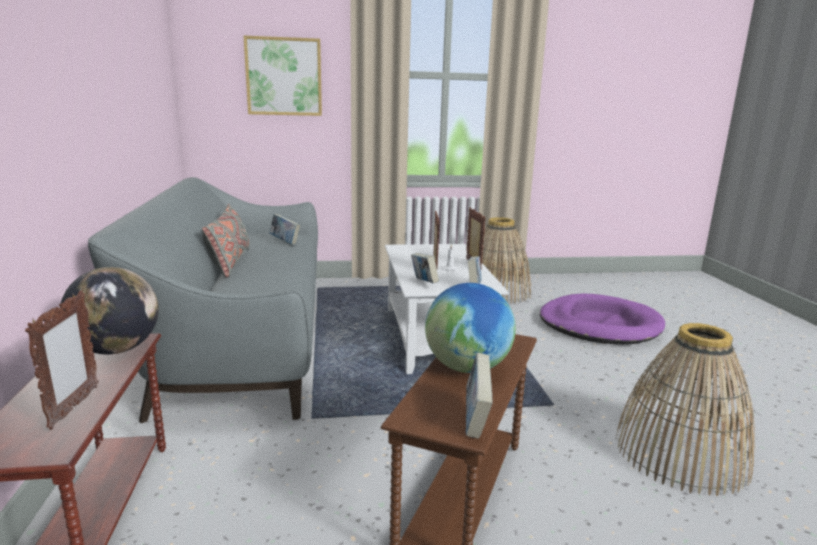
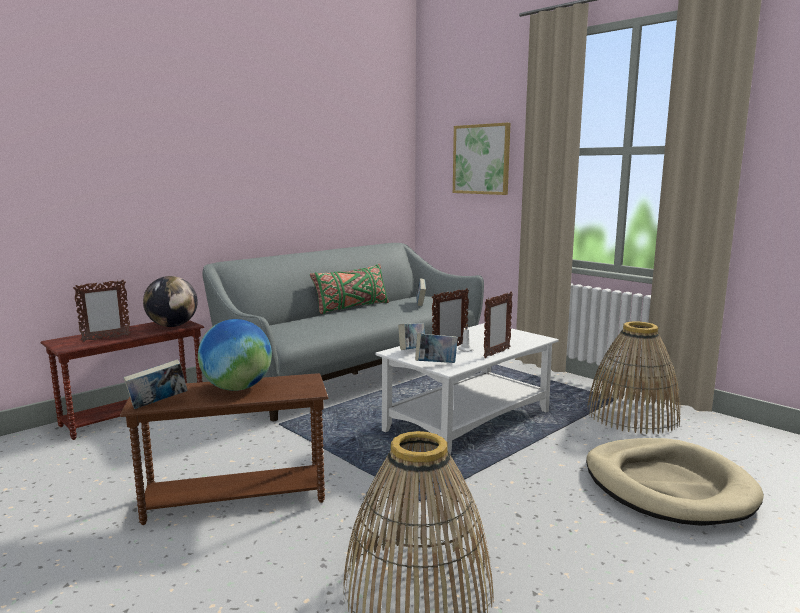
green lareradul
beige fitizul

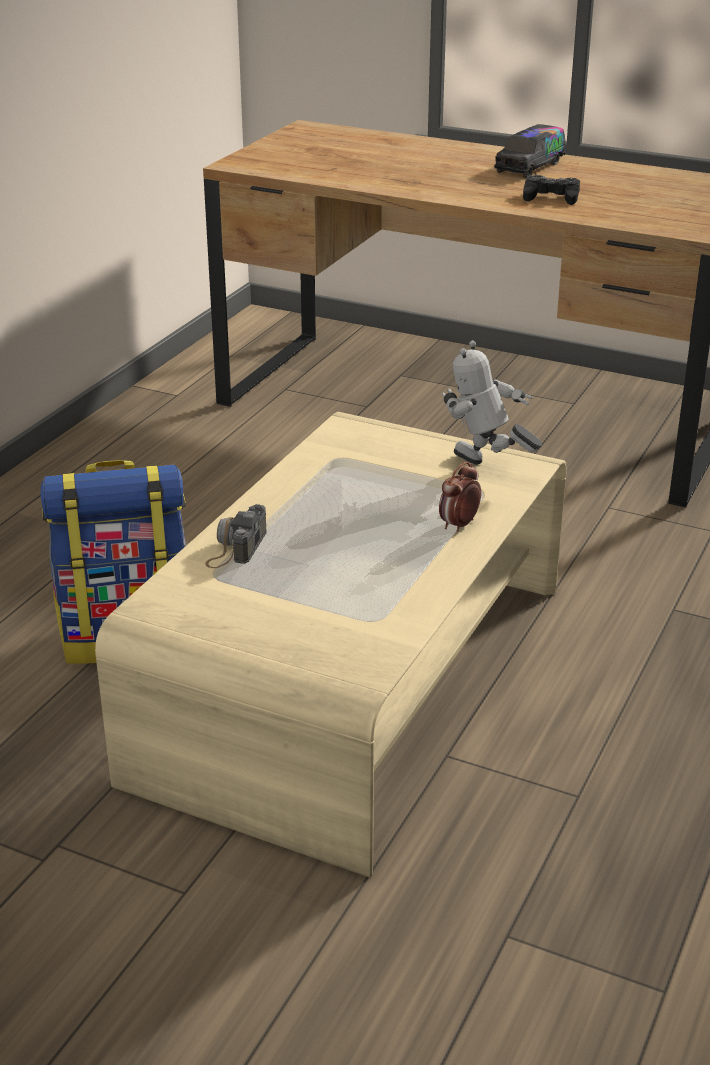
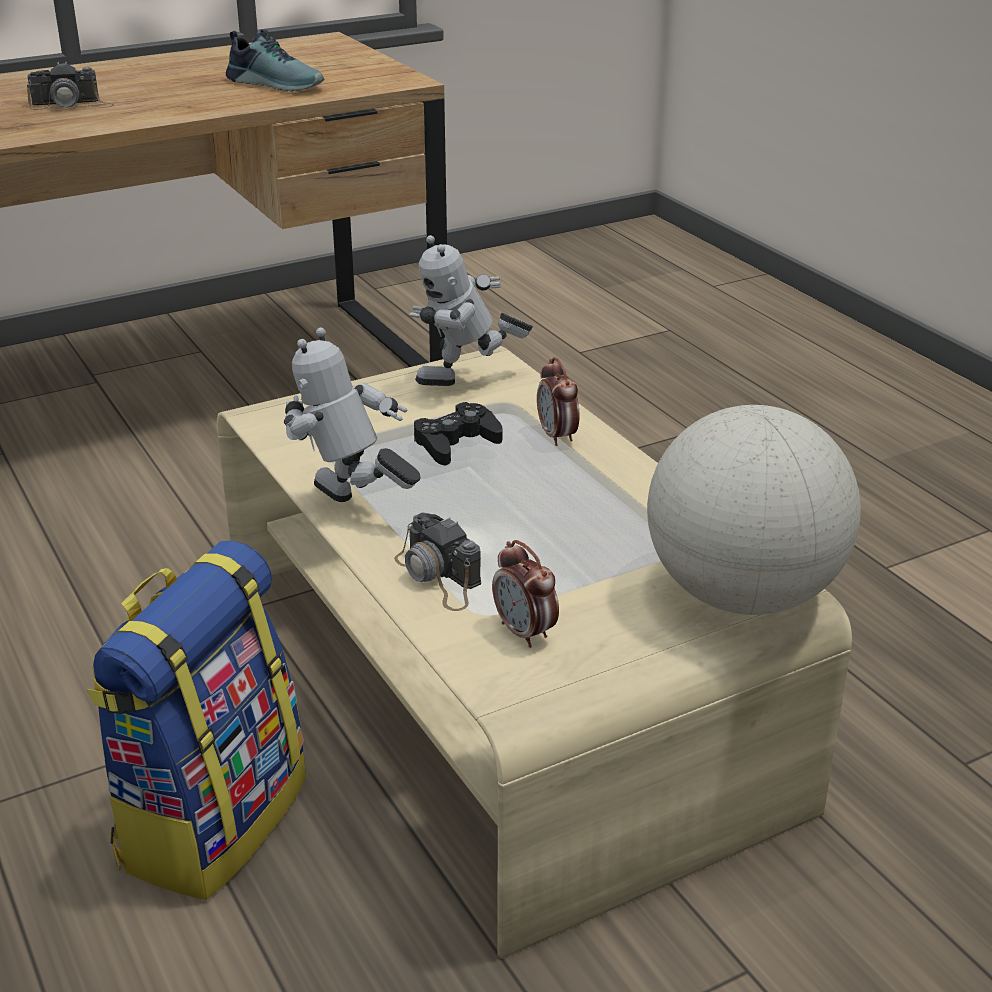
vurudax
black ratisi
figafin (no. 1 from left)
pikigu
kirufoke (no. 1 from left)
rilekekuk (no. 1 from left)
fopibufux

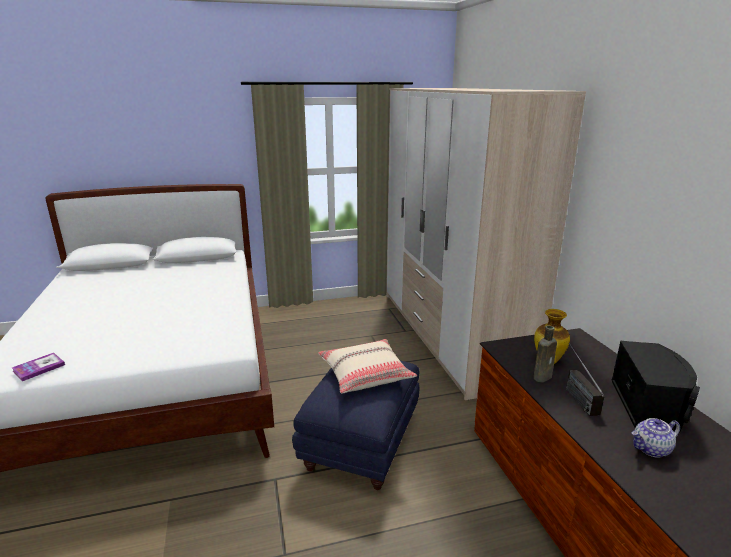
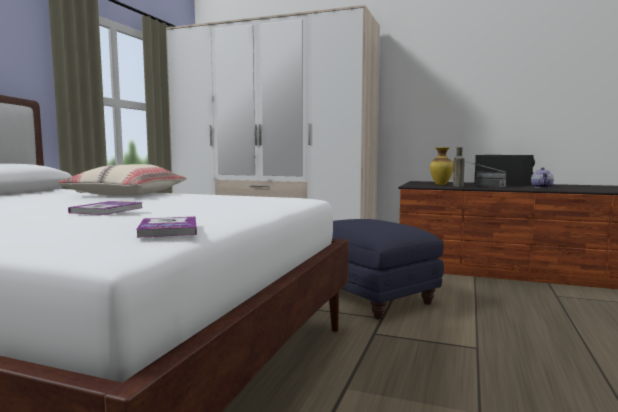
beige lareradul
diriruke (no. 1 from left)

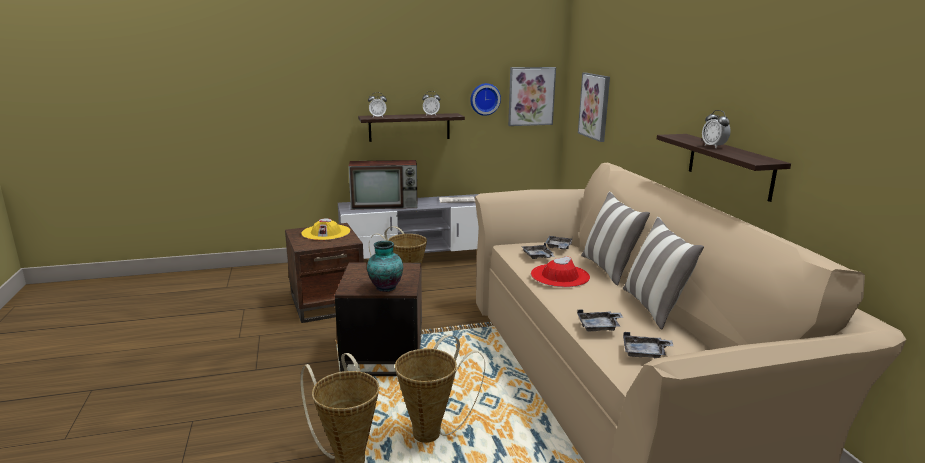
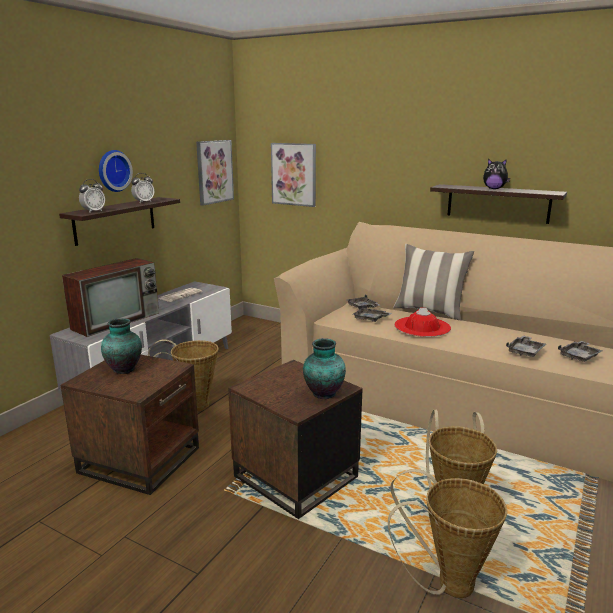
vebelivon (no. 1 from left)
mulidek
lareradul (no. 2 from left in the first image)
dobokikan

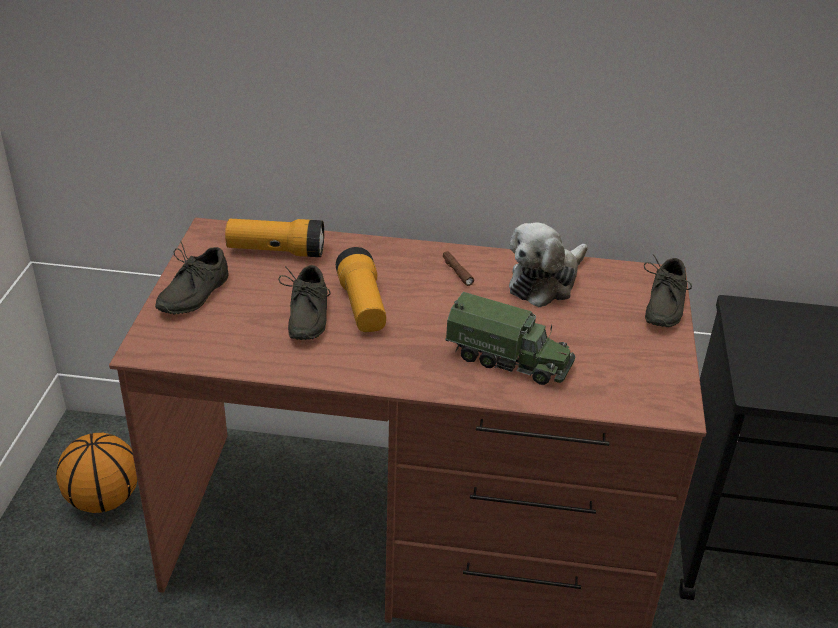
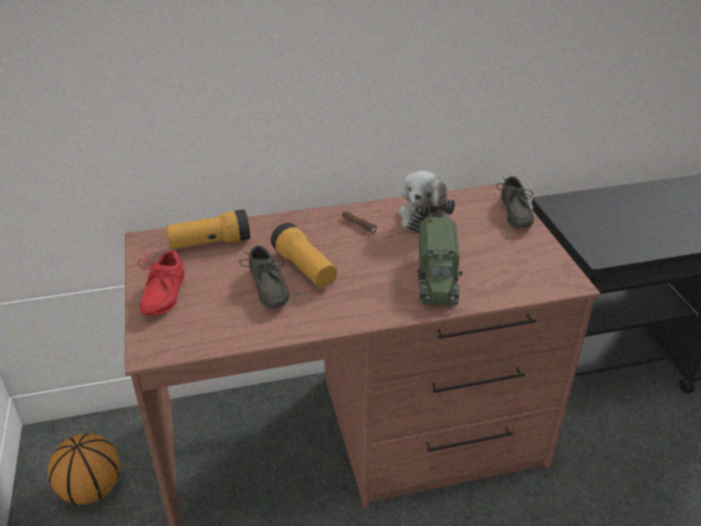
red pikigu
vurudax

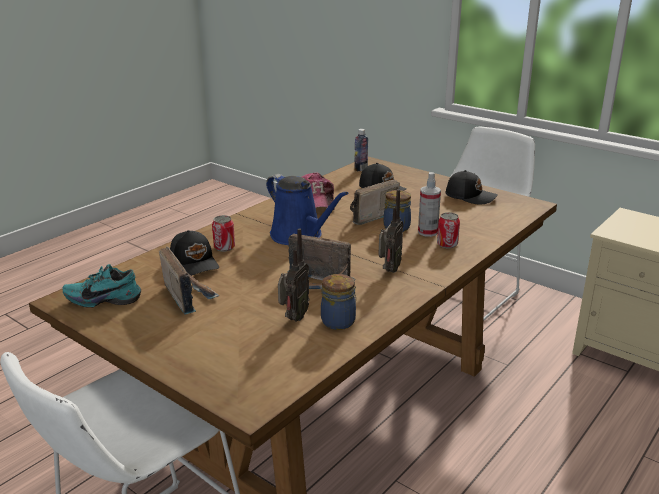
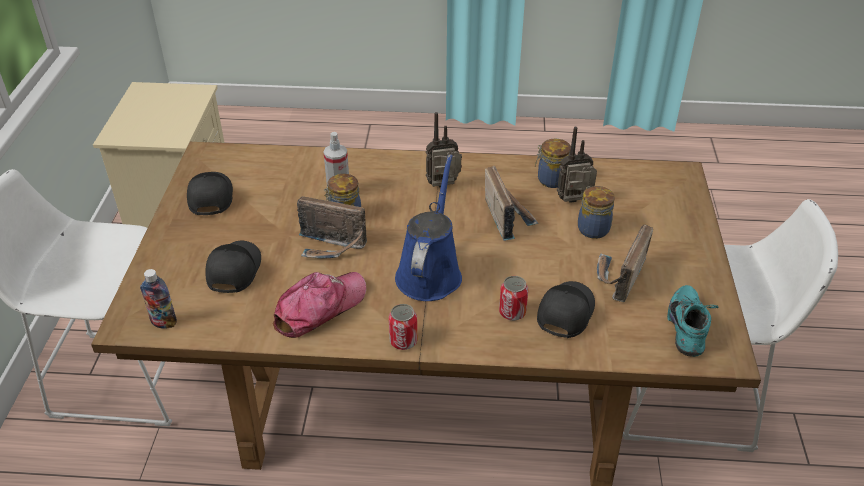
turquoise pikigu
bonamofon (no. 1 from left)
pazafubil (no. 3 from left)

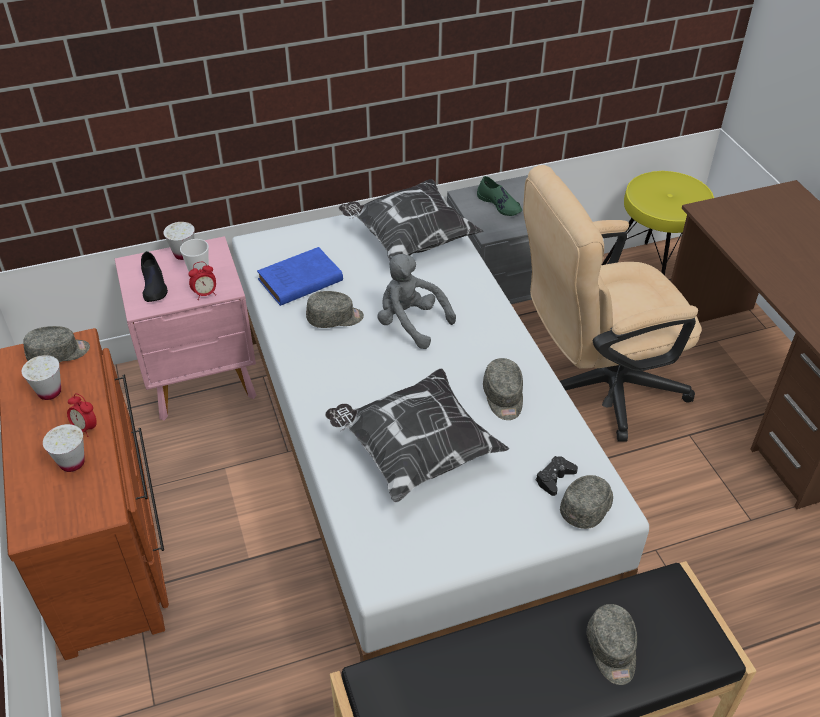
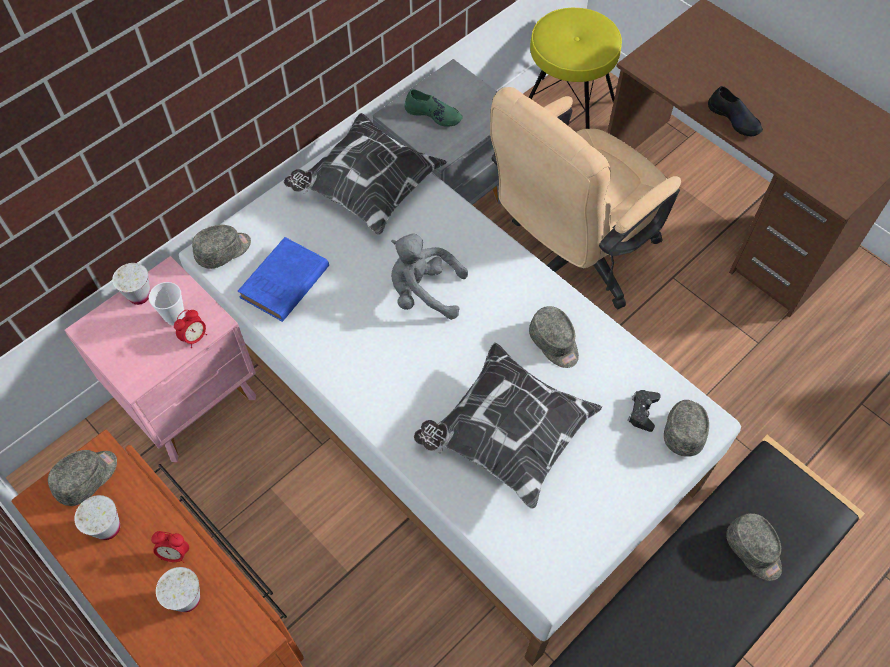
black pikigu
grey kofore (no. 2 from left)

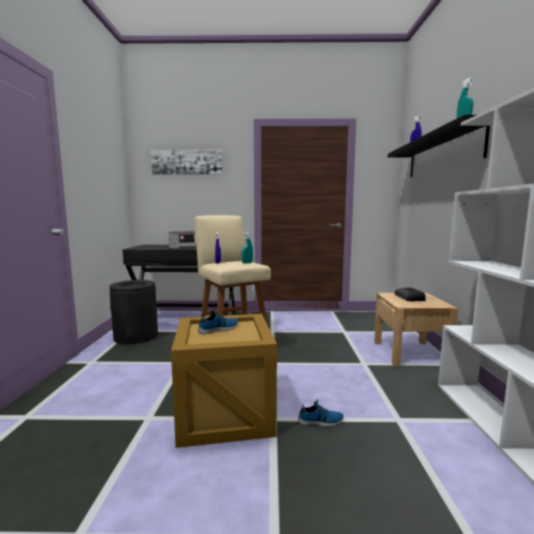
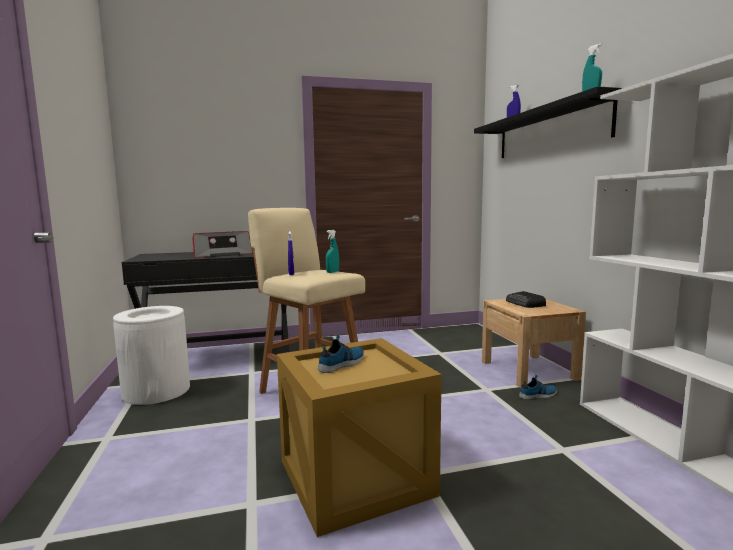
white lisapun
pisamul
pikigu (no. 2 from left)

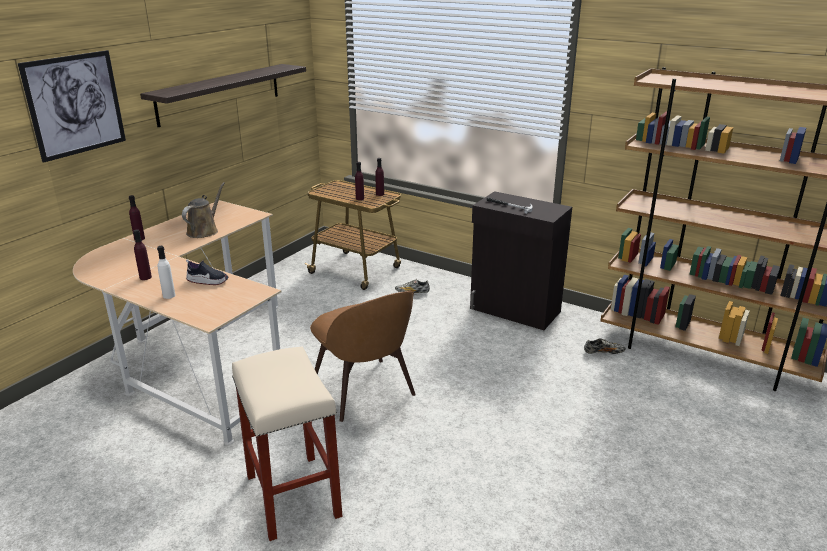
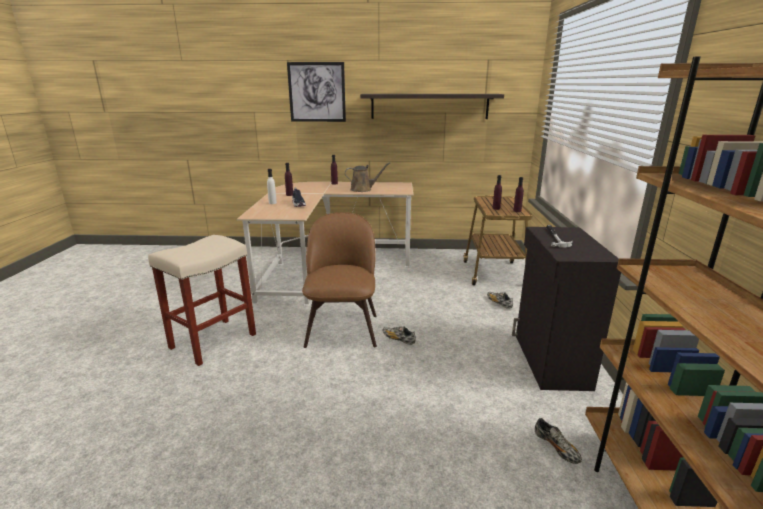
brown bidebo
pikigu (no. 2 from left)

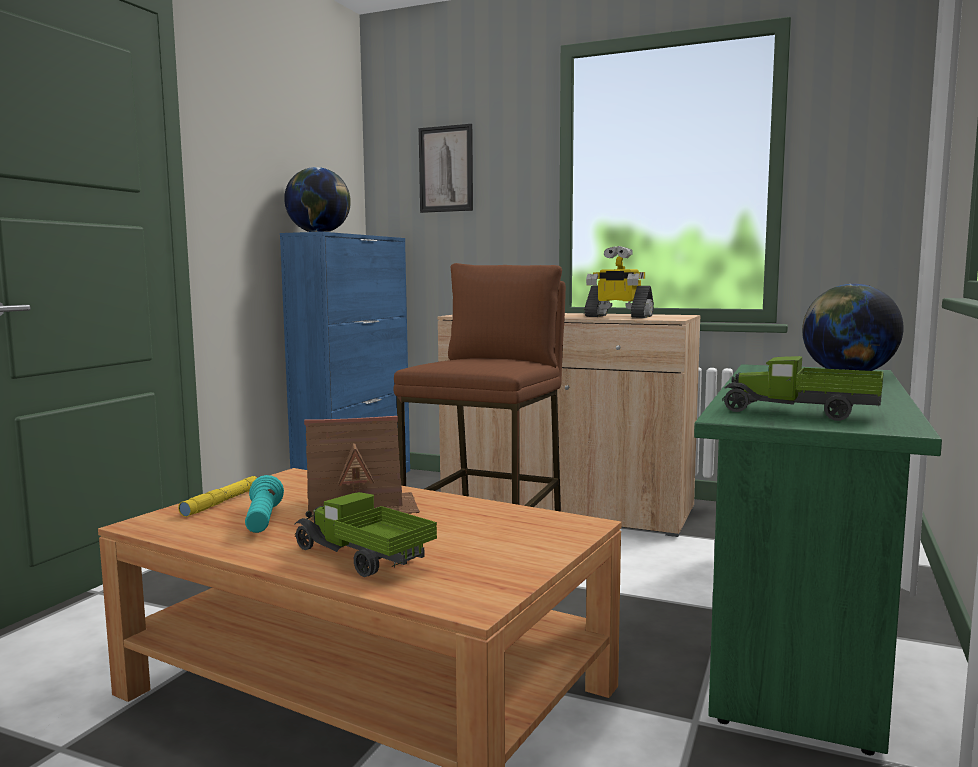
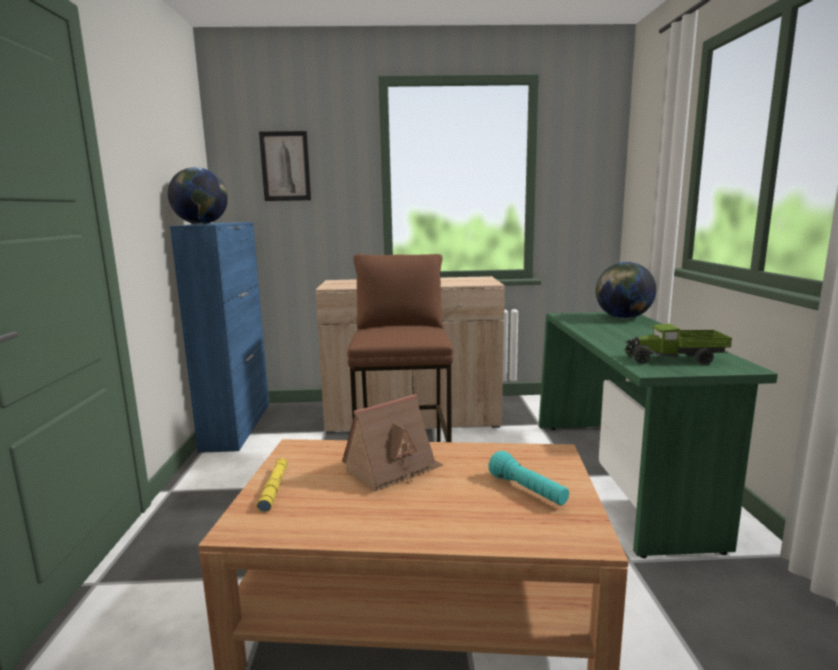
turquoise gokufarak
vurudax (no. 1 from left in the first image)
kirufoke

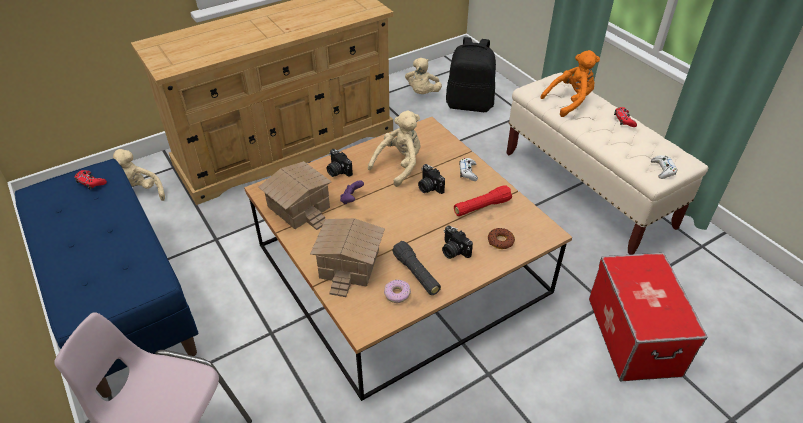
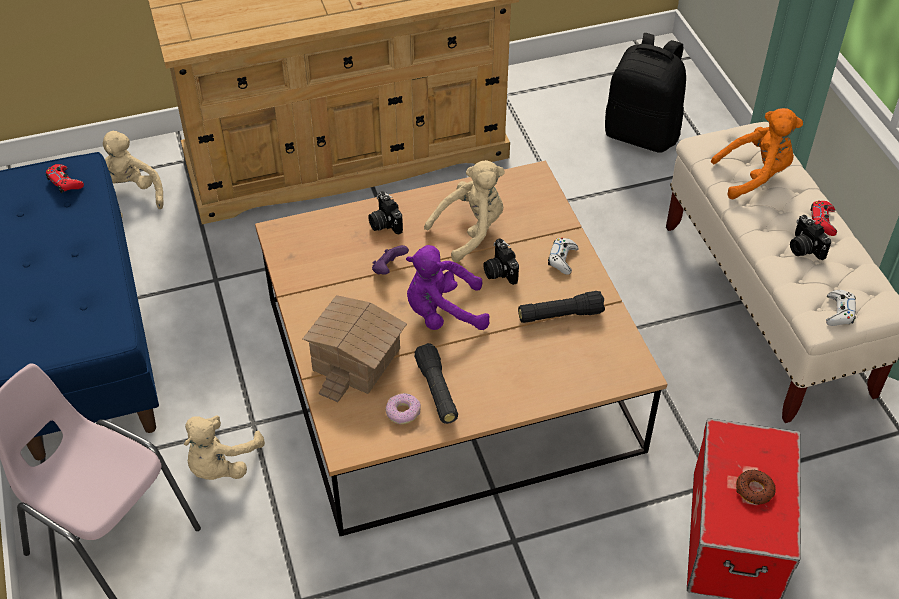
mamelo (no. 1 from left in the first image)
beige dobokikan (no. 2 from left)
figafin (no. 3 from left)
black gokufarak (no. 2 from left)
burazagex (no. 2 from left)
purple dobokikan

